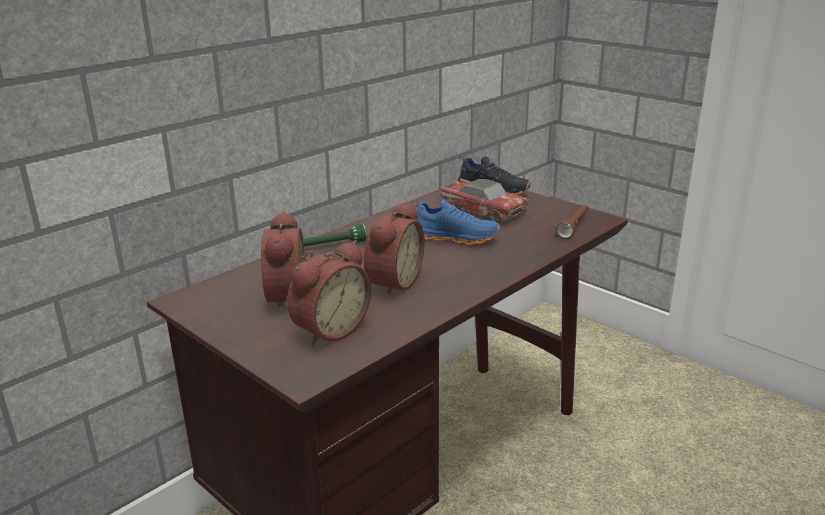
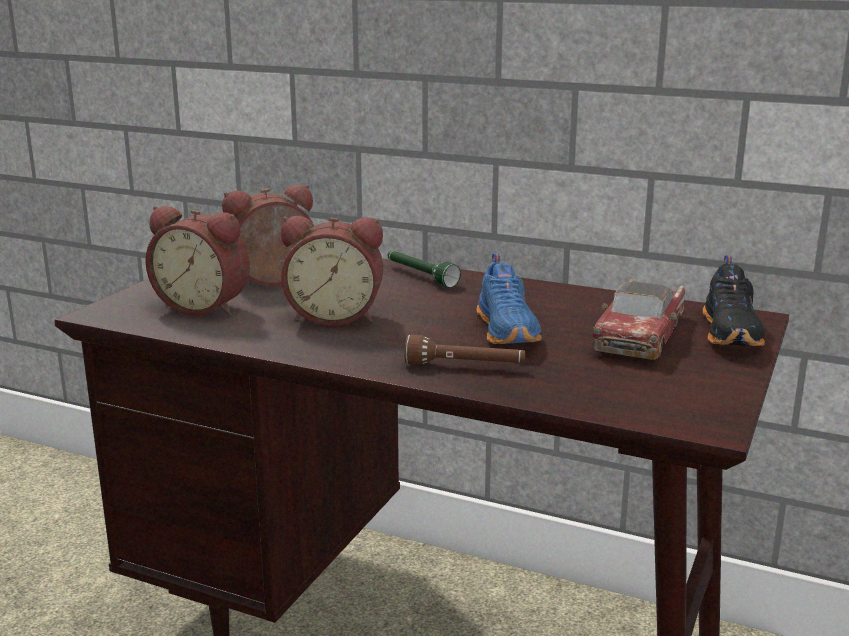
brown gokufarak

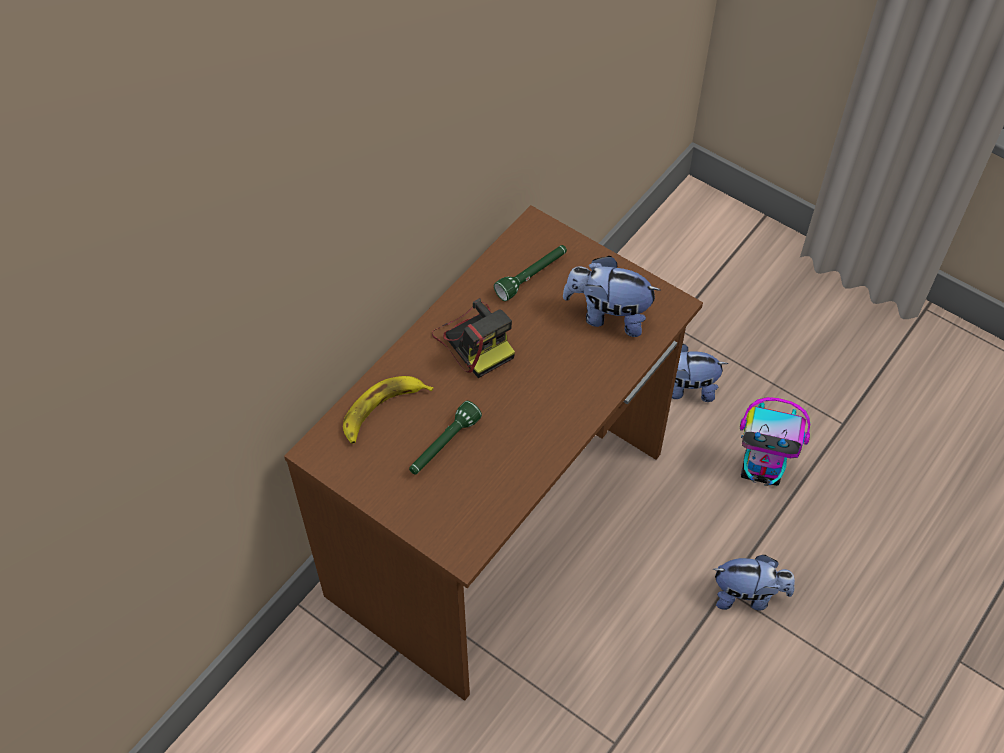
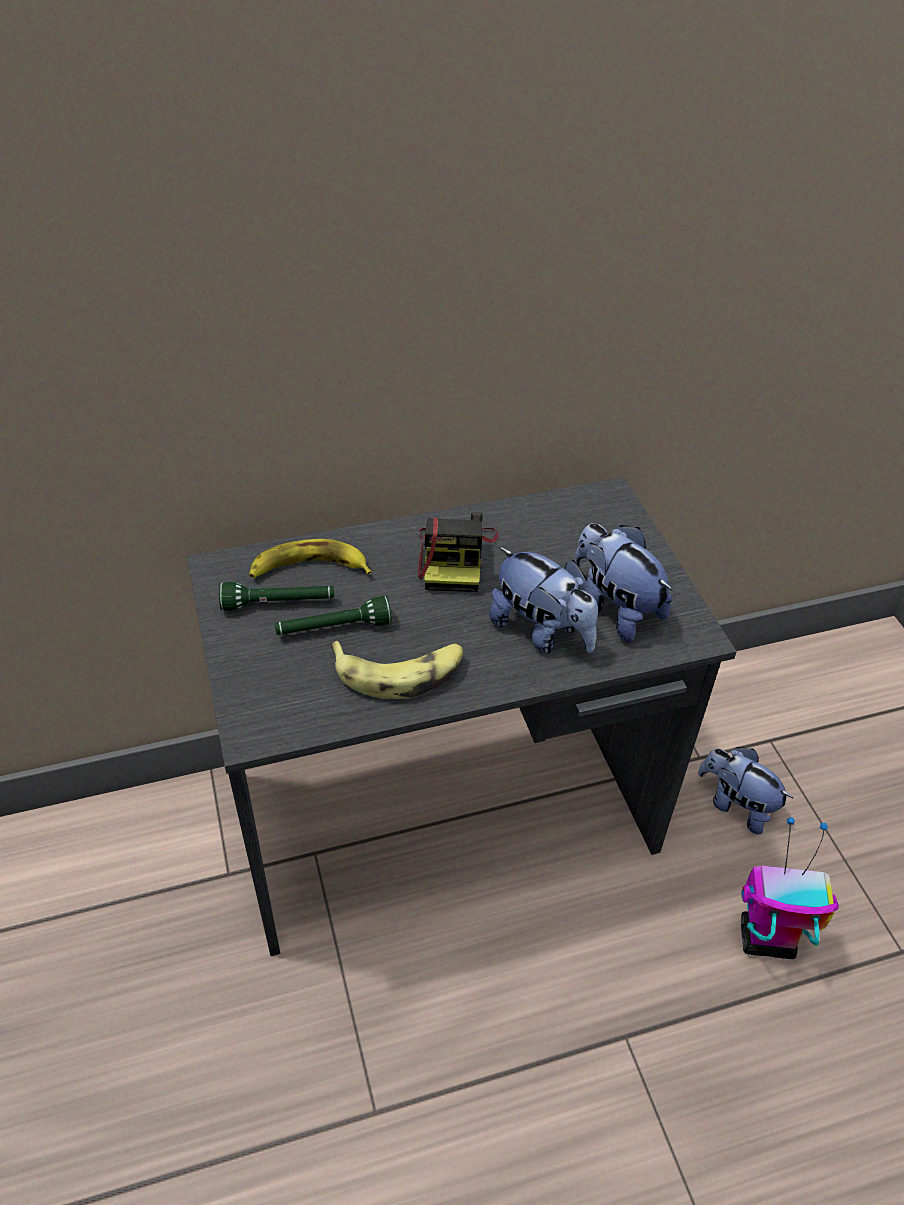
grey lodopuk
green gokufarak (no. 1 from left)
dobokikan (no. 1 from left)
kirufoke
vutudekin (no. 2 from left)

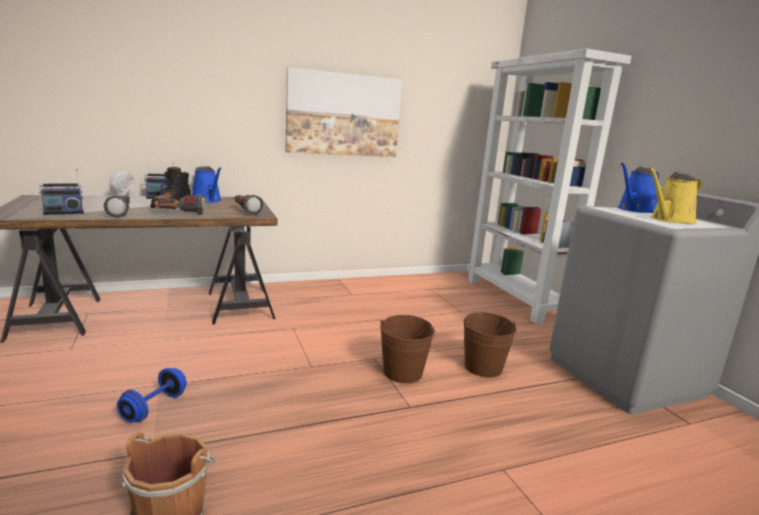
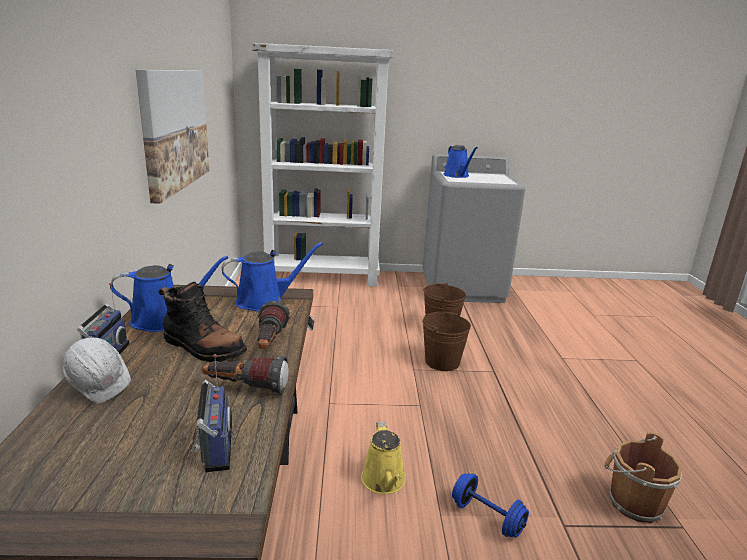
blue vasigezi (no. 2 from left)
yellow vasigezi

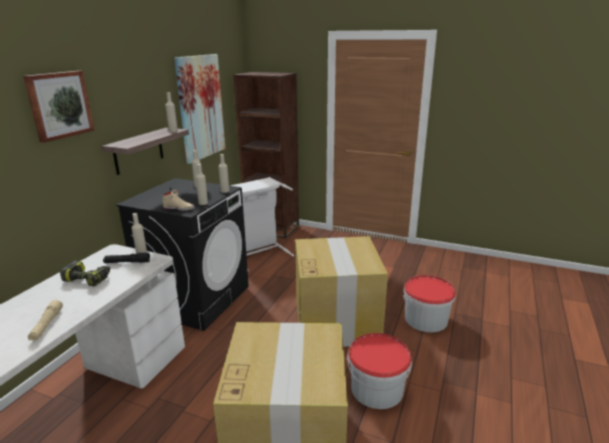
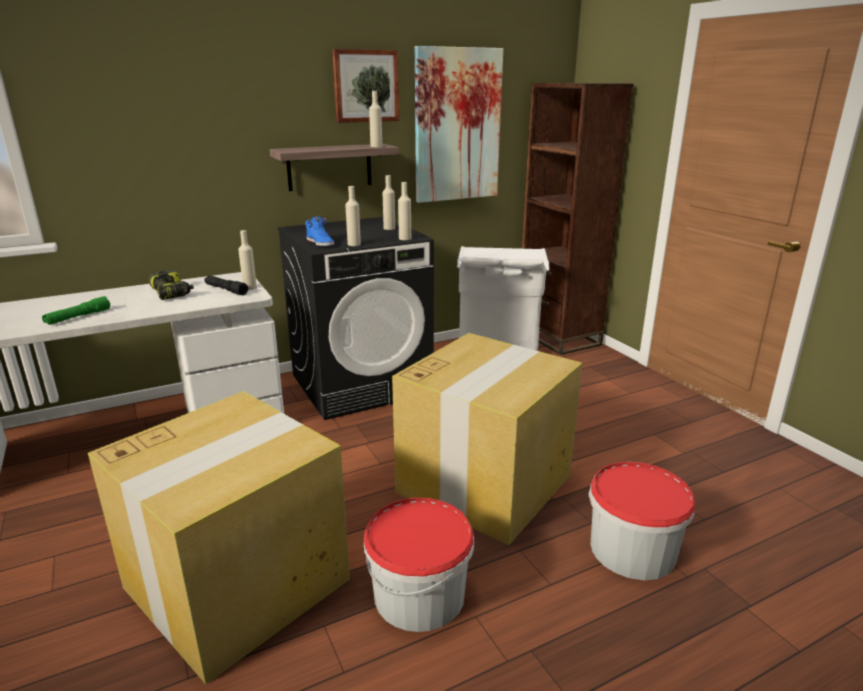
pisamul (no. 1 from left)
green gokufarak
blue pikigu

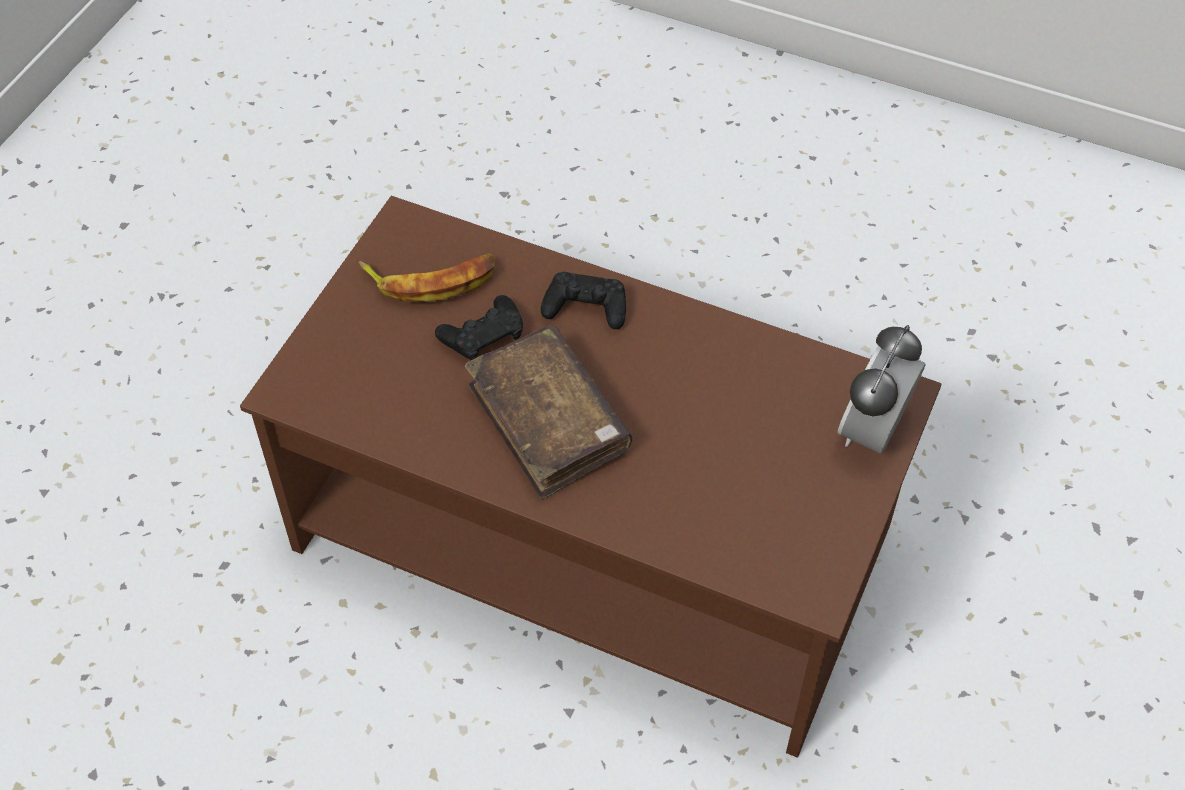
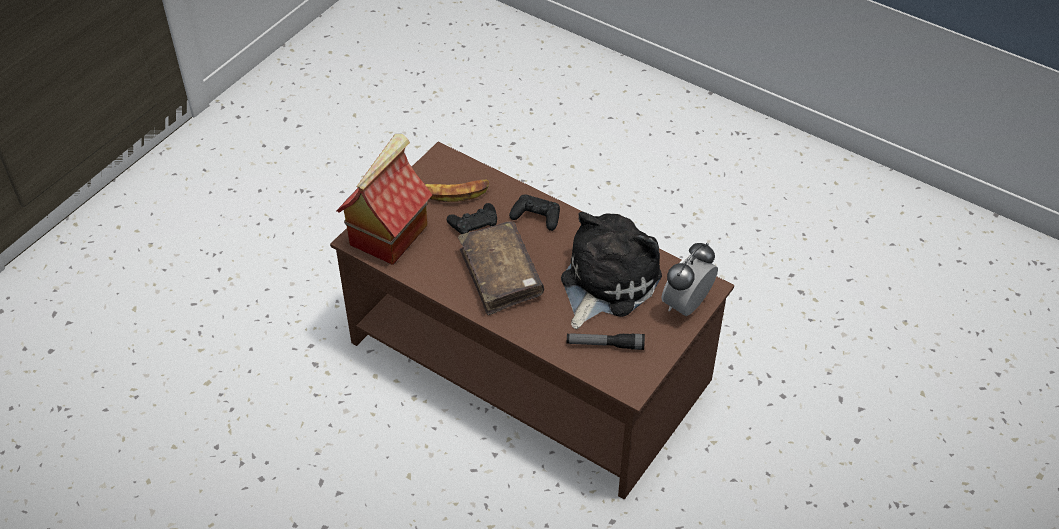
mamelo
dobokikan
gokufarak

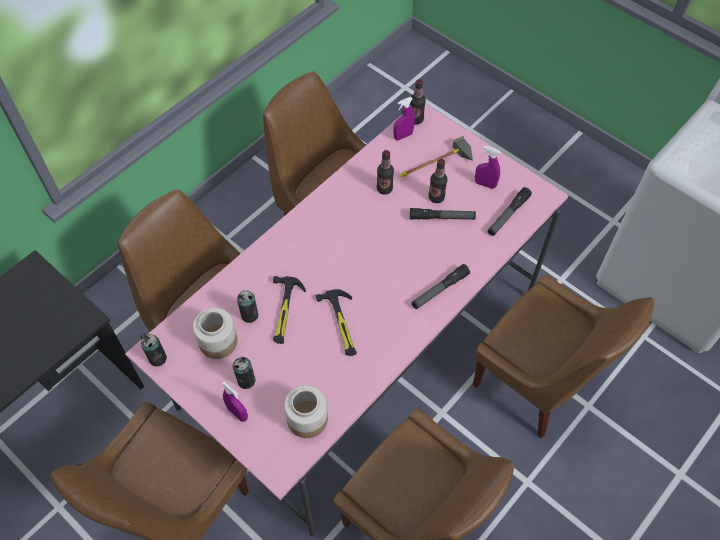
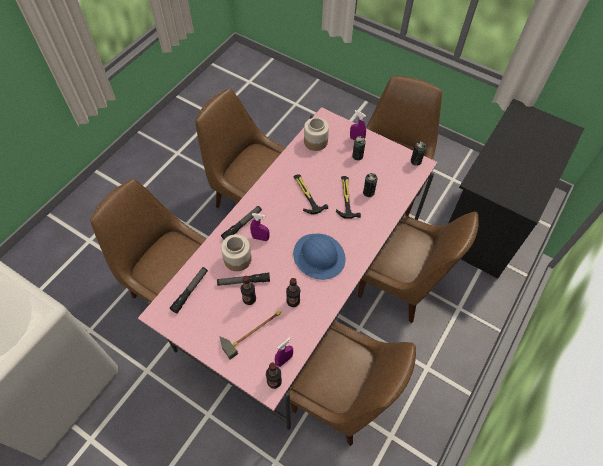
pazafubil (no. 1 from left)
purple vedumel (no. 1 from left)
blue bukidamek

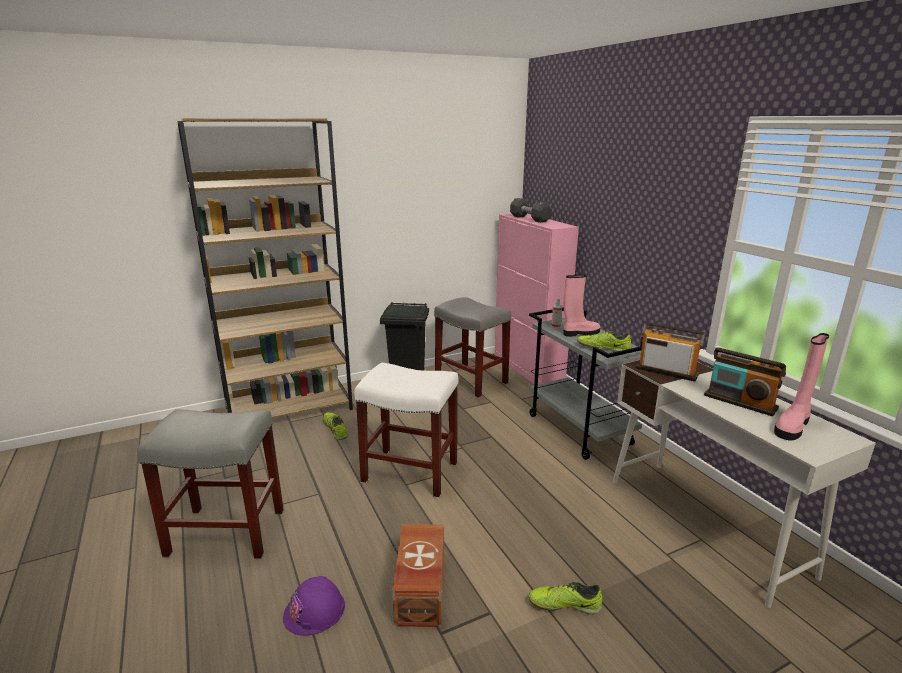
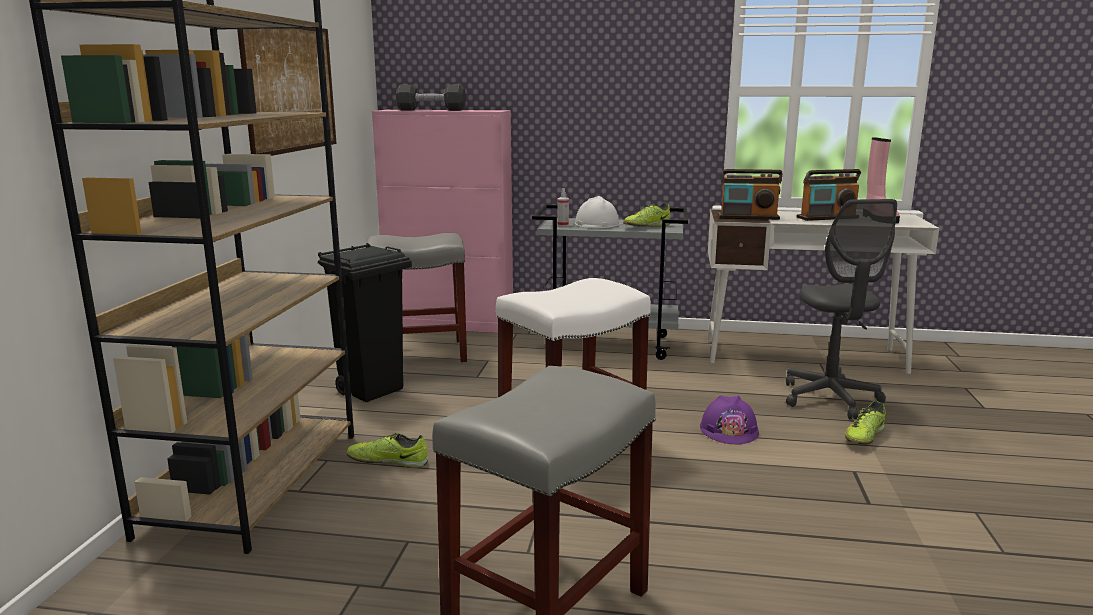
purple bukidamek
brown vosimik
white bukidamek
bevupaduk (no. 1 from left)
pisamul
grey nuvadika

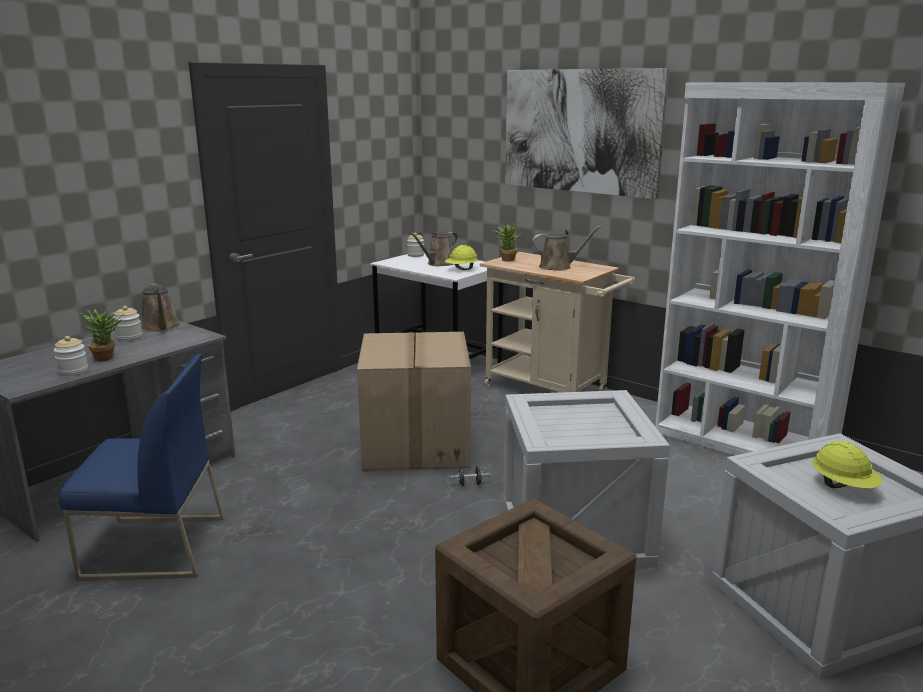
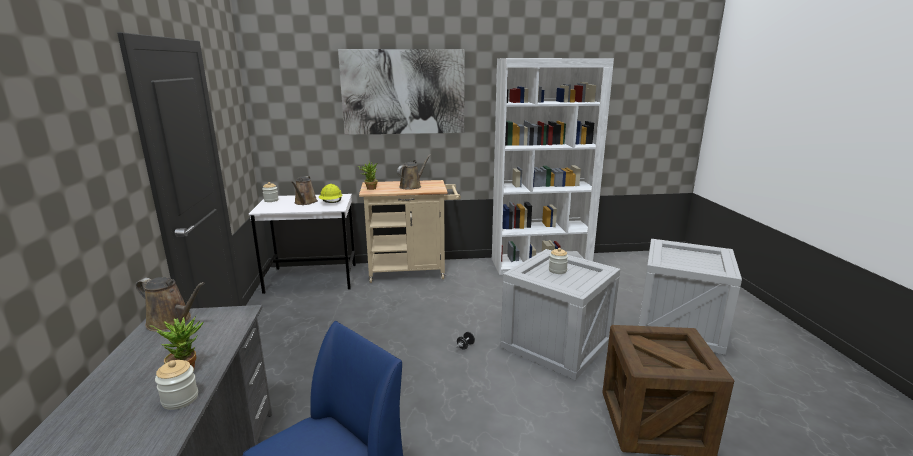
pazafubil (no. 3 from left)
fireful
yellow bukidamek (no. 2 from left in the first image)

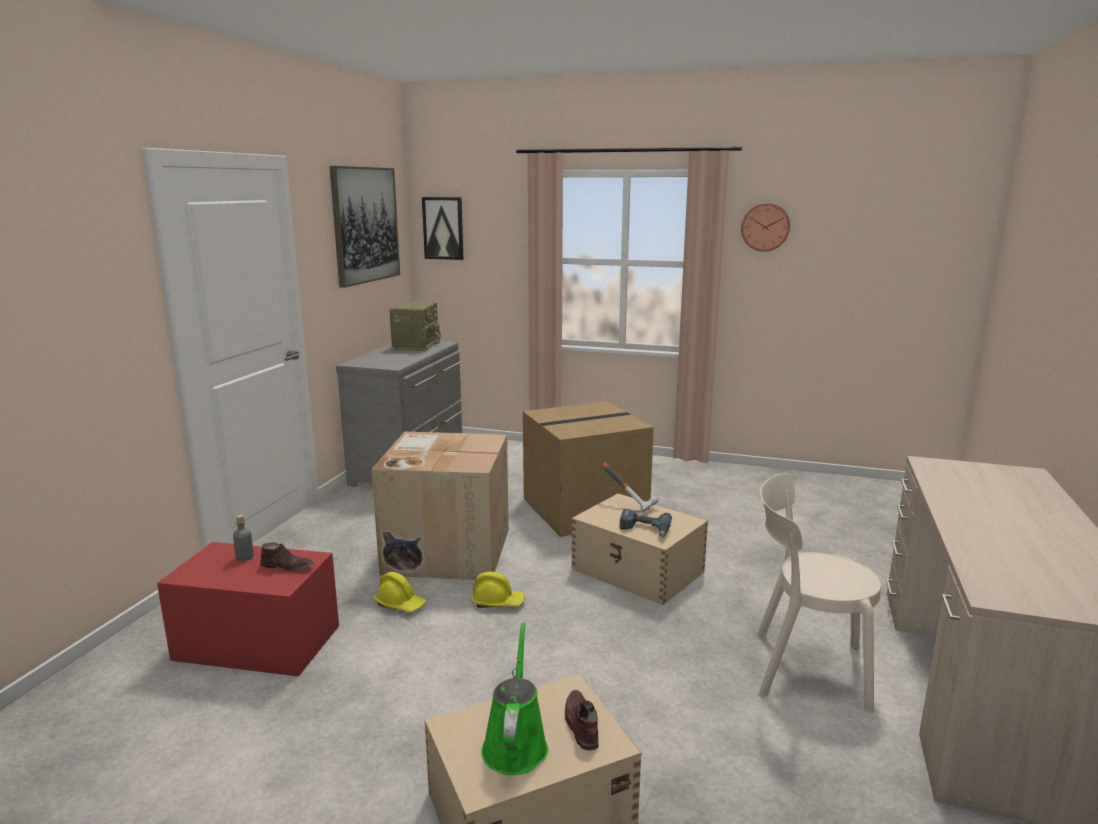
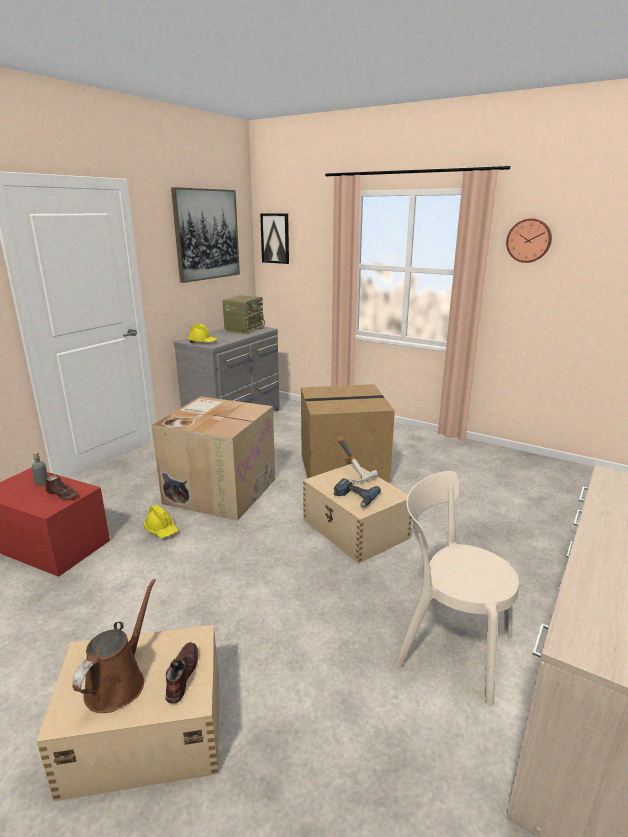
yellow bukidamek (no. 2 from left)
brown vasigezi

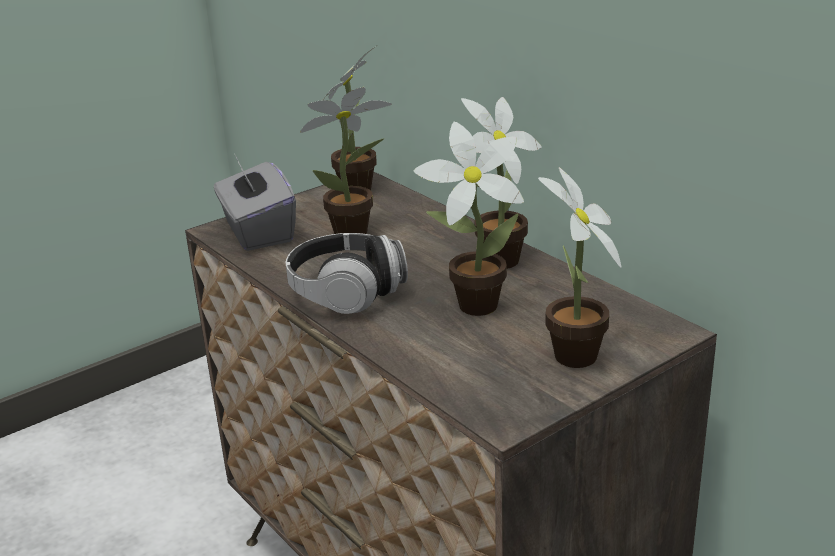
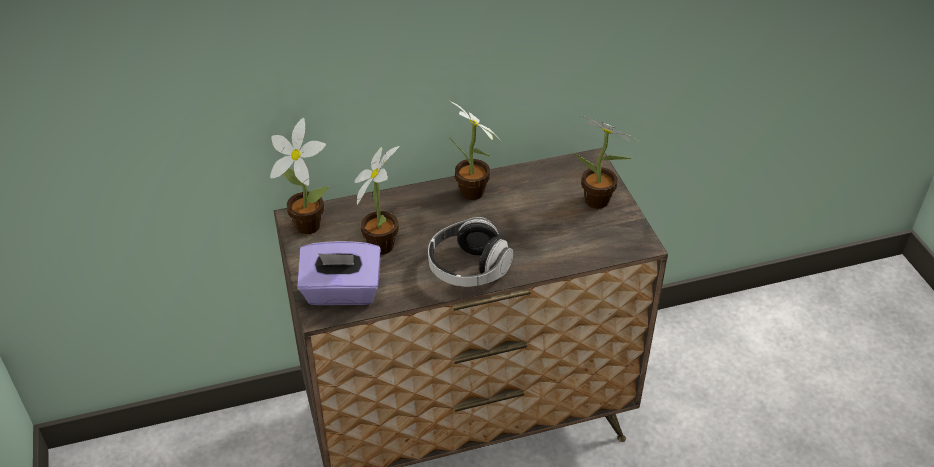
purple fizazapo
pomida (no. 3 from left in the first image)

